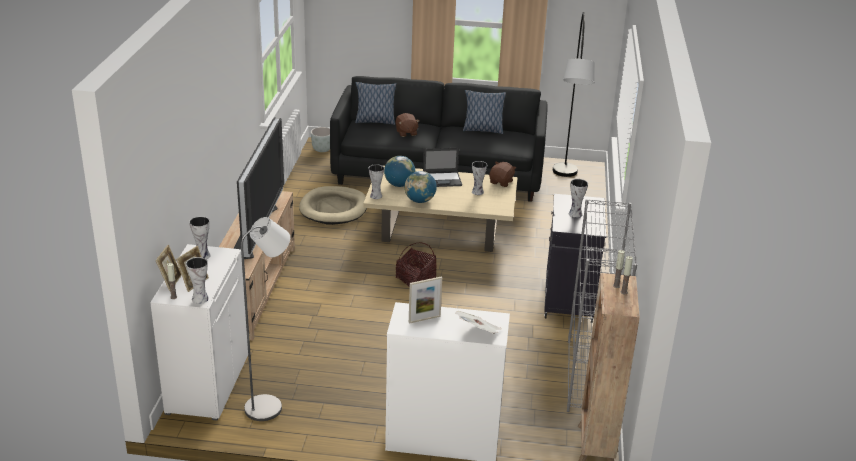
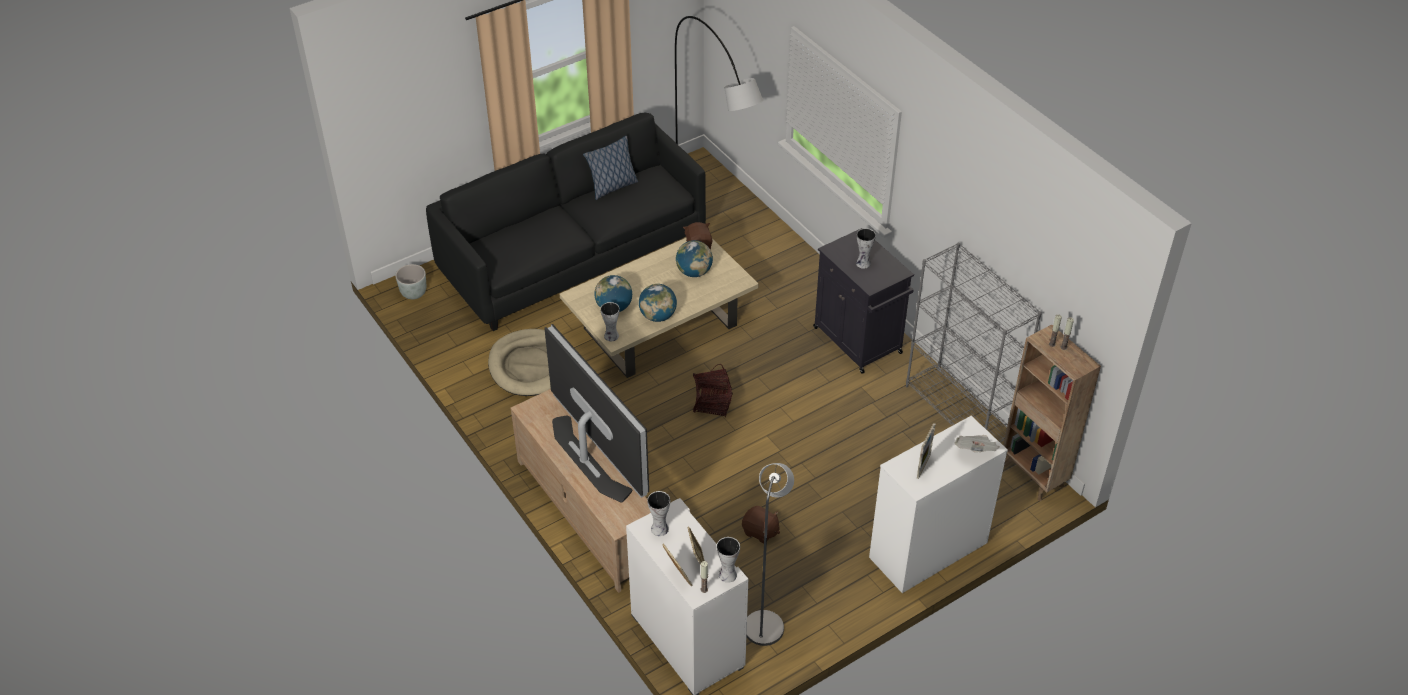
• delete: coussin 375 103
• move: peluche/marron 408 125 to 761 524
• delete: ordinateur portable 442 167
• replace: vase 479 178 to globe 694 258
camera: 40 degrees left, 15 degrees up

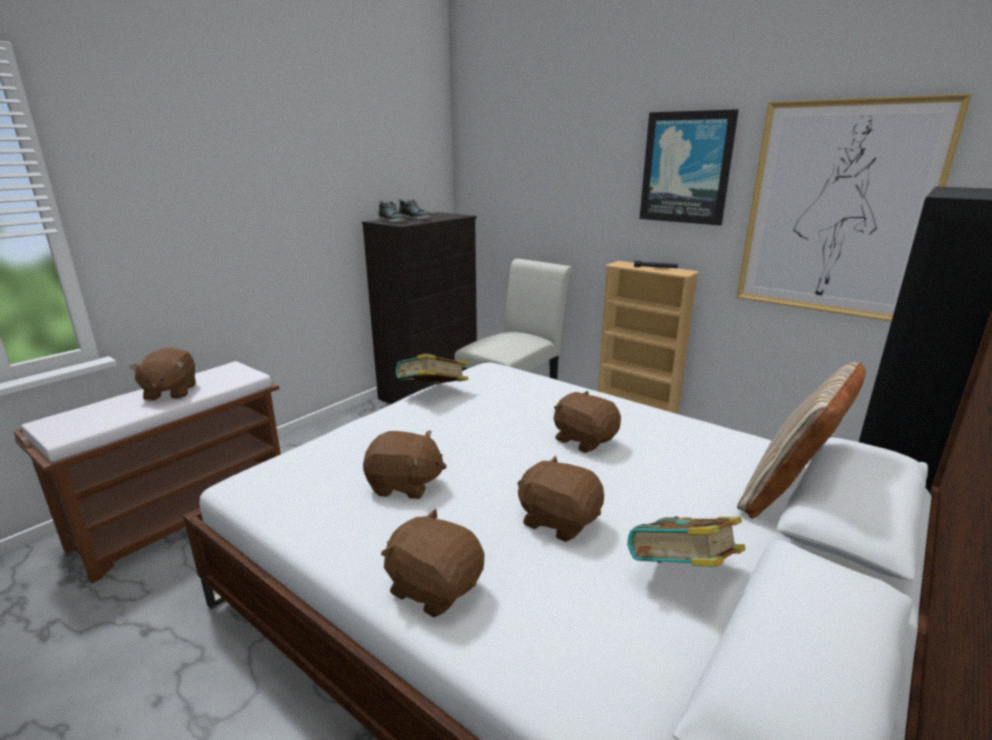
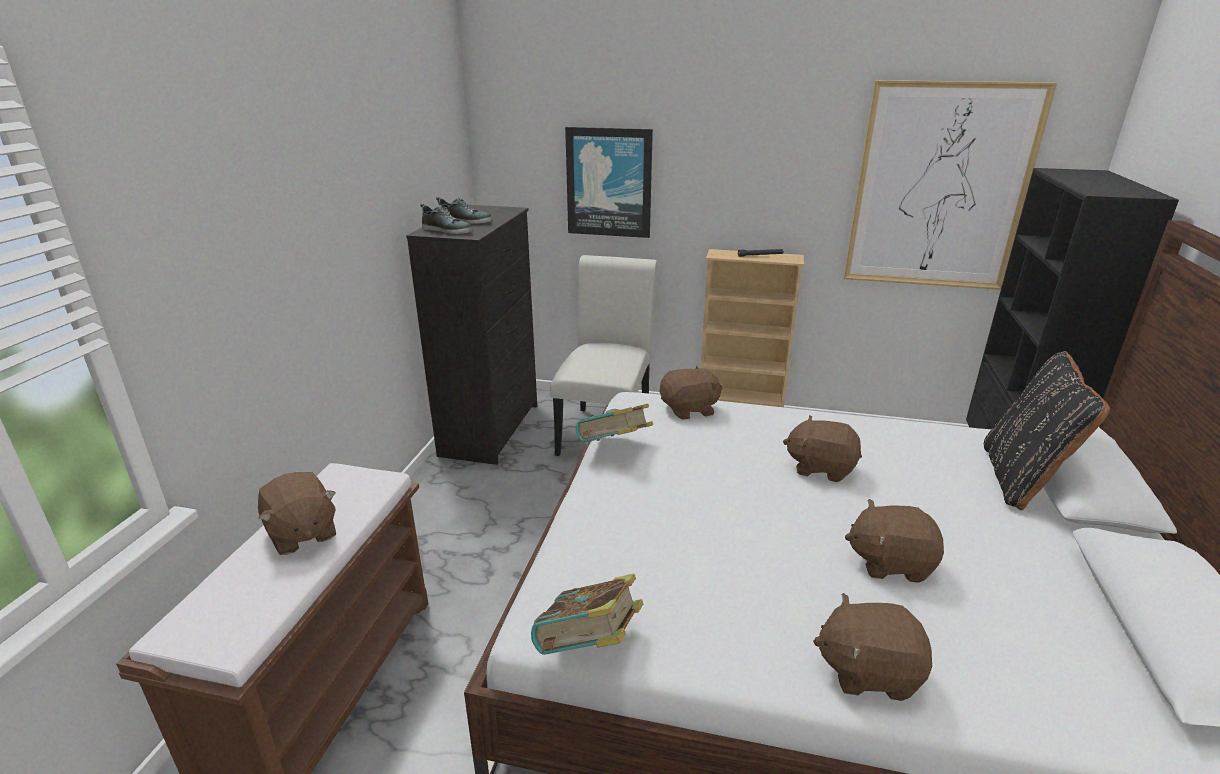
• move: tableau 689 167 to 609 182
• recolor: coussin/beige 801 440 to coussin/noir 1047 430
• move: peluche/marron 405 464 to 691 392
• move: livre 686 541 to 587 614
camera: 25 degrees left, 5 degrees up

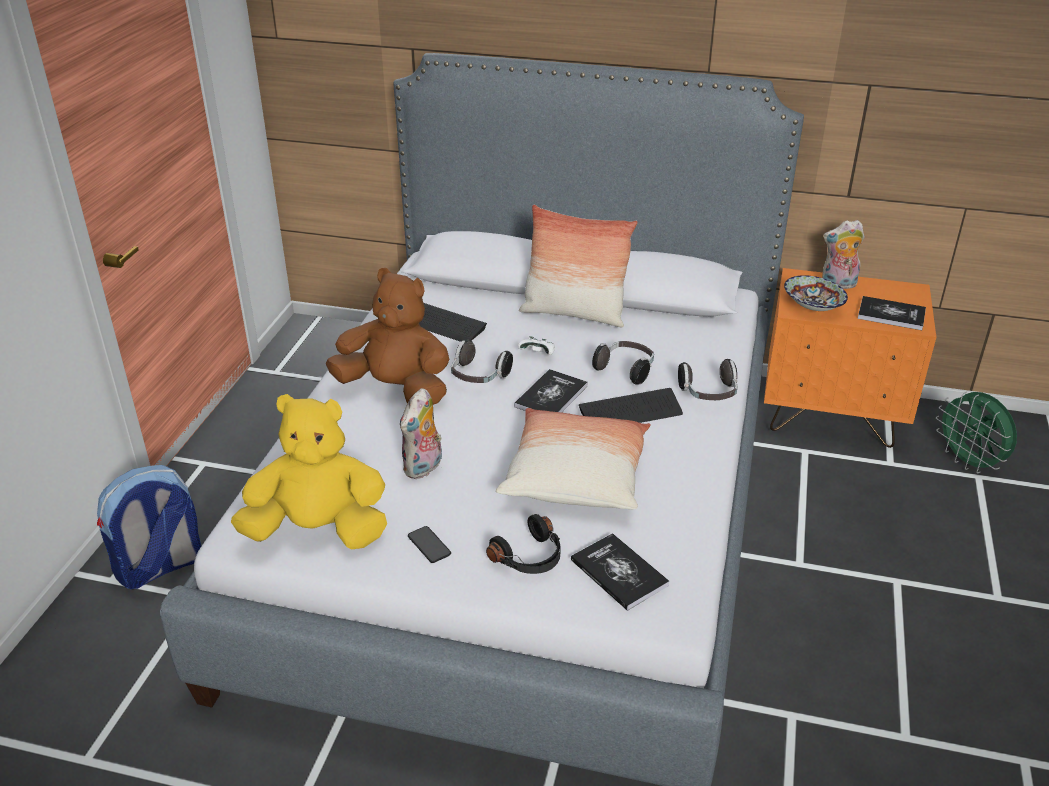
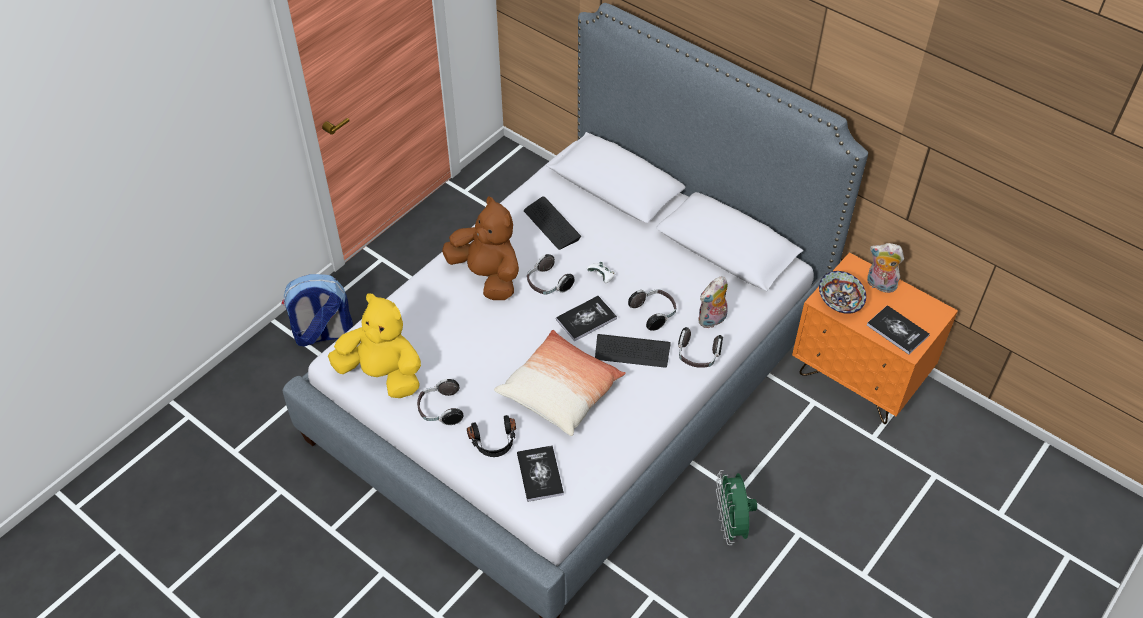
• delete: coussin 578 266
• move: peluche 421 433 to 713 302
• move: ventilateur/vert 976 433 to 736 507
• replace: téléphone 429 544 to casque audio 440 402
camera: 25 degrees right, 15 degrees up

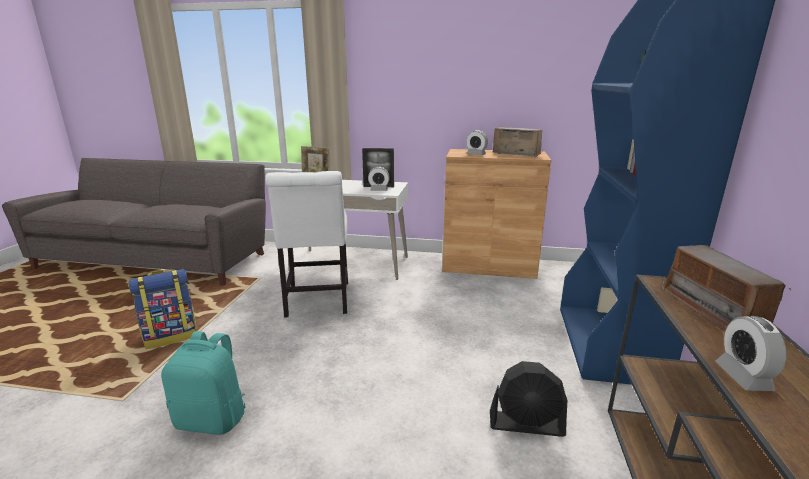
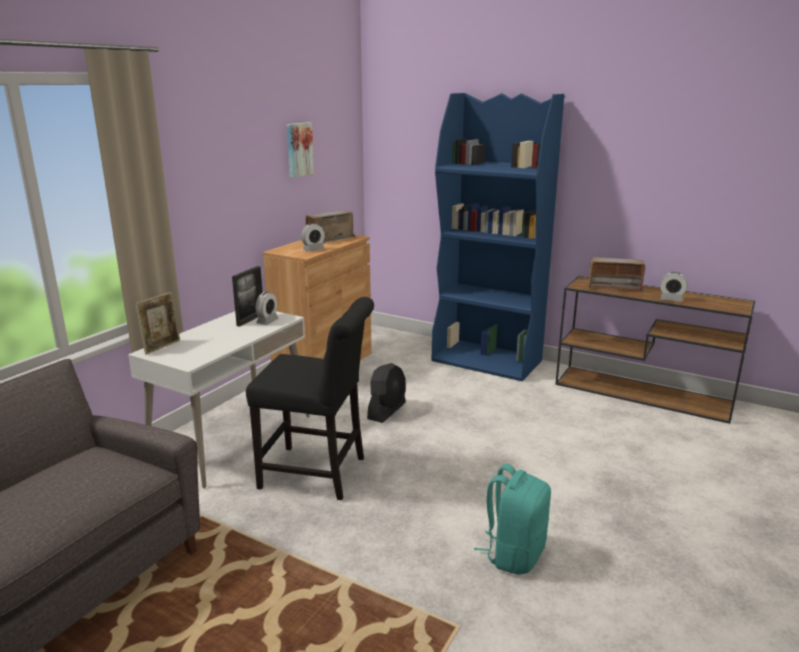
• recolor: chaise/blanc 306 244 to chaise/noir 310 398
• delete: sac à dos 162 309
• move: ventilateur/noir 528 399 to 386 393
• insert: tableau 300 150
camera: 70 degrees left, 0 degrees up

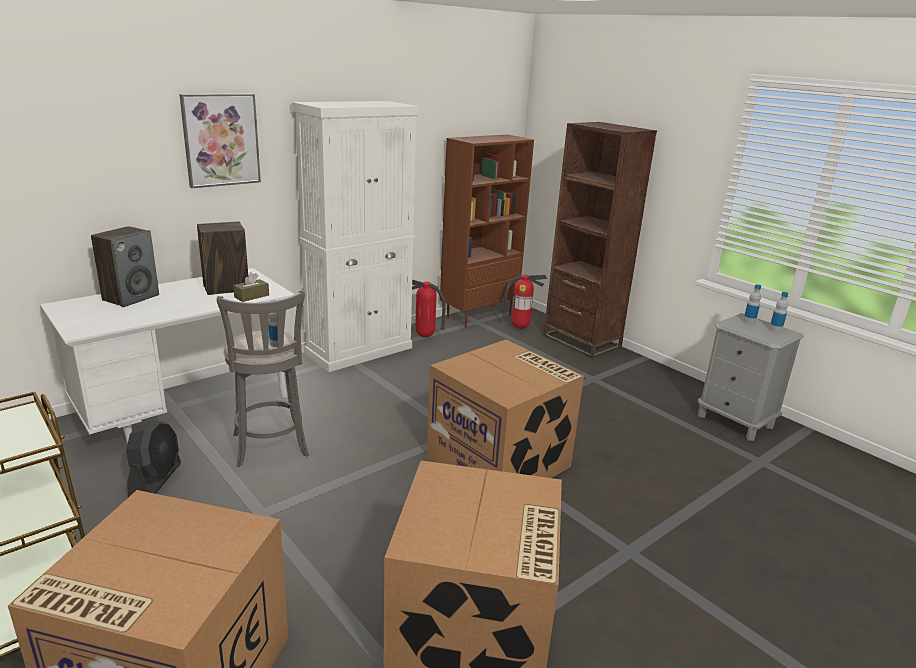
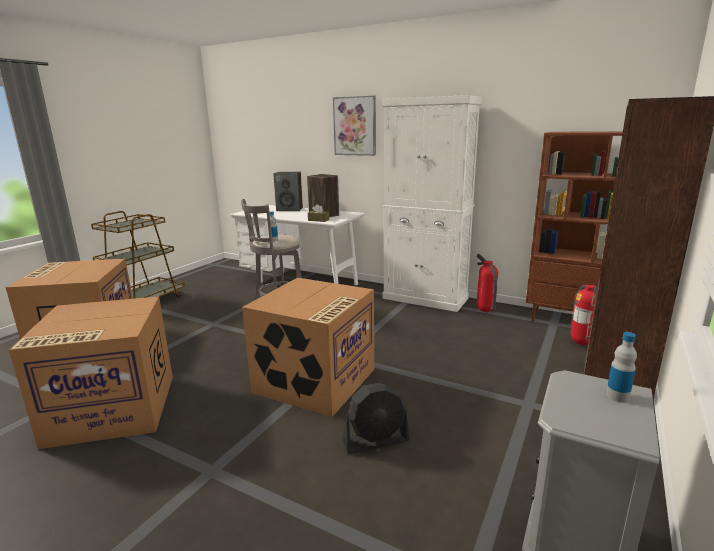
• delete: bouteille 779 312
• move: ventilateur/noir 153 458 to 376 418
camera: 70 degrees right, 5 degrees down

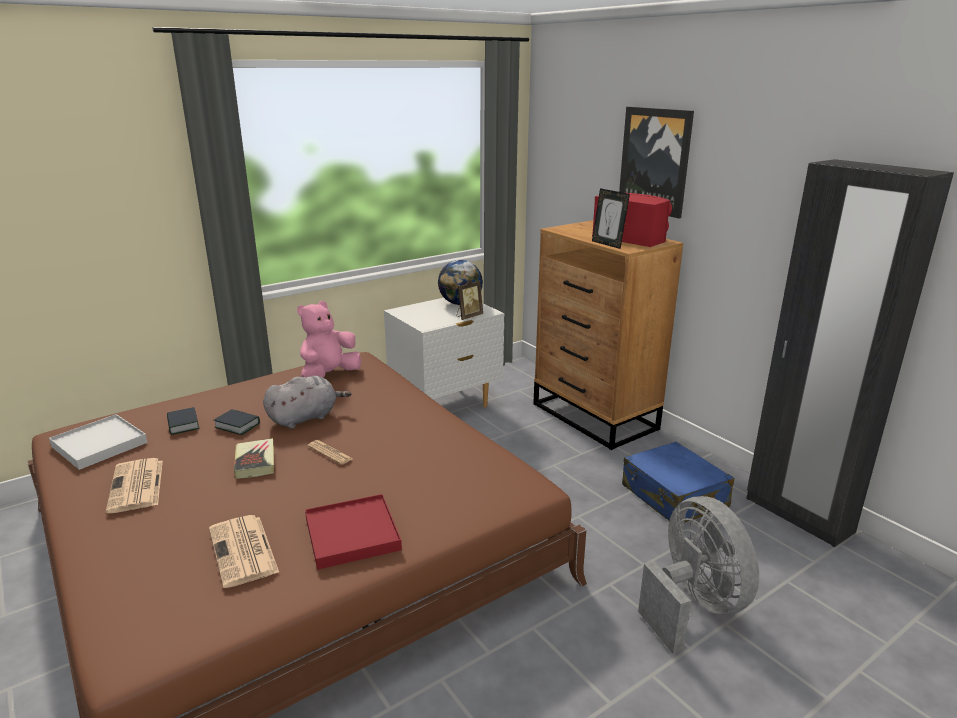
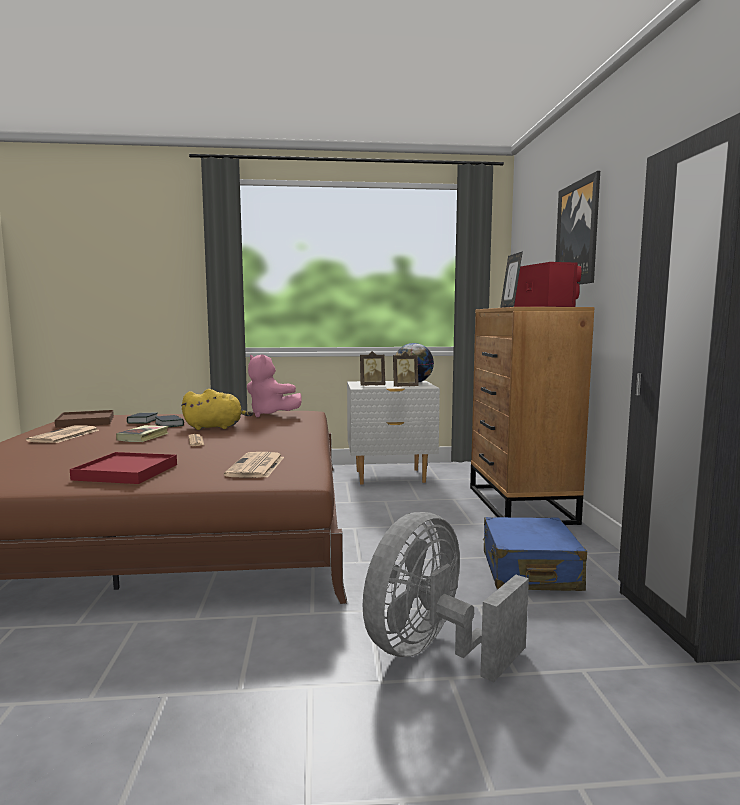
• rotate: peluche/rose 329 339 = 274 385 120 degrees counterclockwise
• recolor: peluche/gris 307 402 to peluche/jaune 217 409
• recolor: plateau/blanc 98 442 to plateau/marron 84 419
• rotate: ventilateur/gris 698 575 = 445 597 150 degrees counterclockwise
• move: journal 244 551 to 254 465
• insert: cadre photo 372 368
camera: 30 degrees right, 15 degrees down

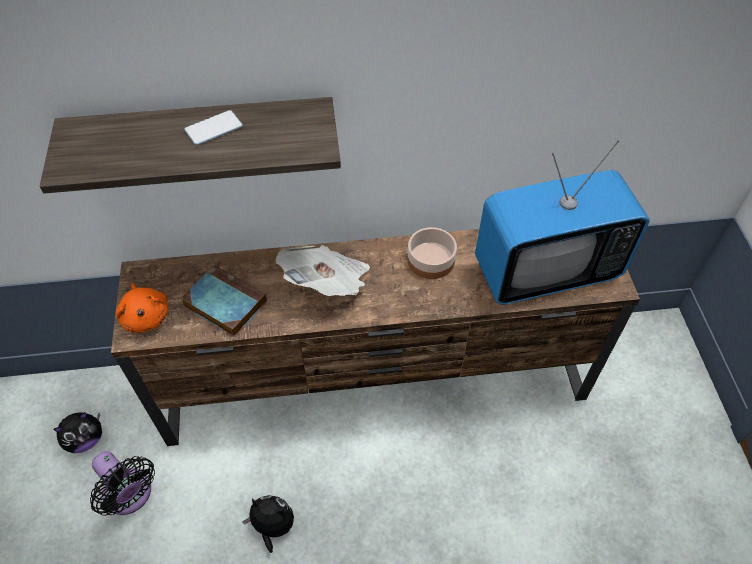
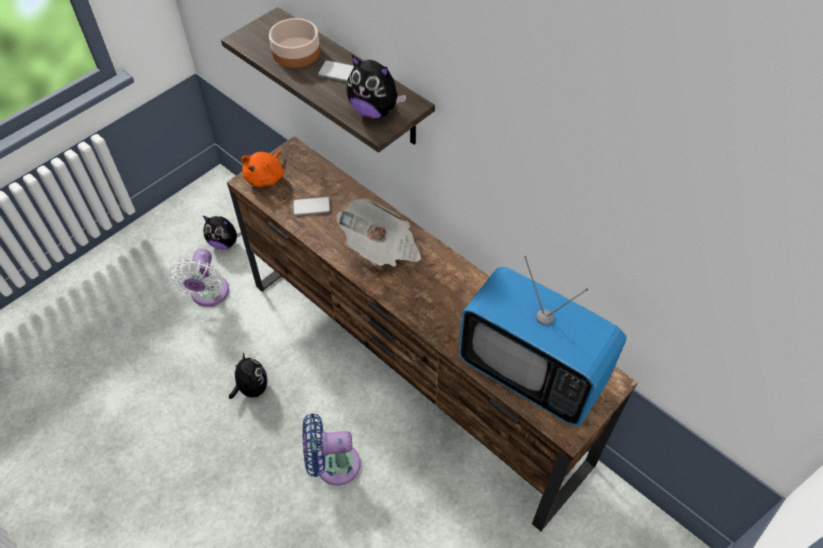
• move: bol 432 253 to 294 43
• replace: livre 224 301 to téléphone 311 206
• recolor: ventilateur/noir 122 483 to ventilateur/blanc 198 278
• insert: peluche 376 86
• insert: ventilateur/bleu 331 449
camera: 50 degrees right, 0 degrees up

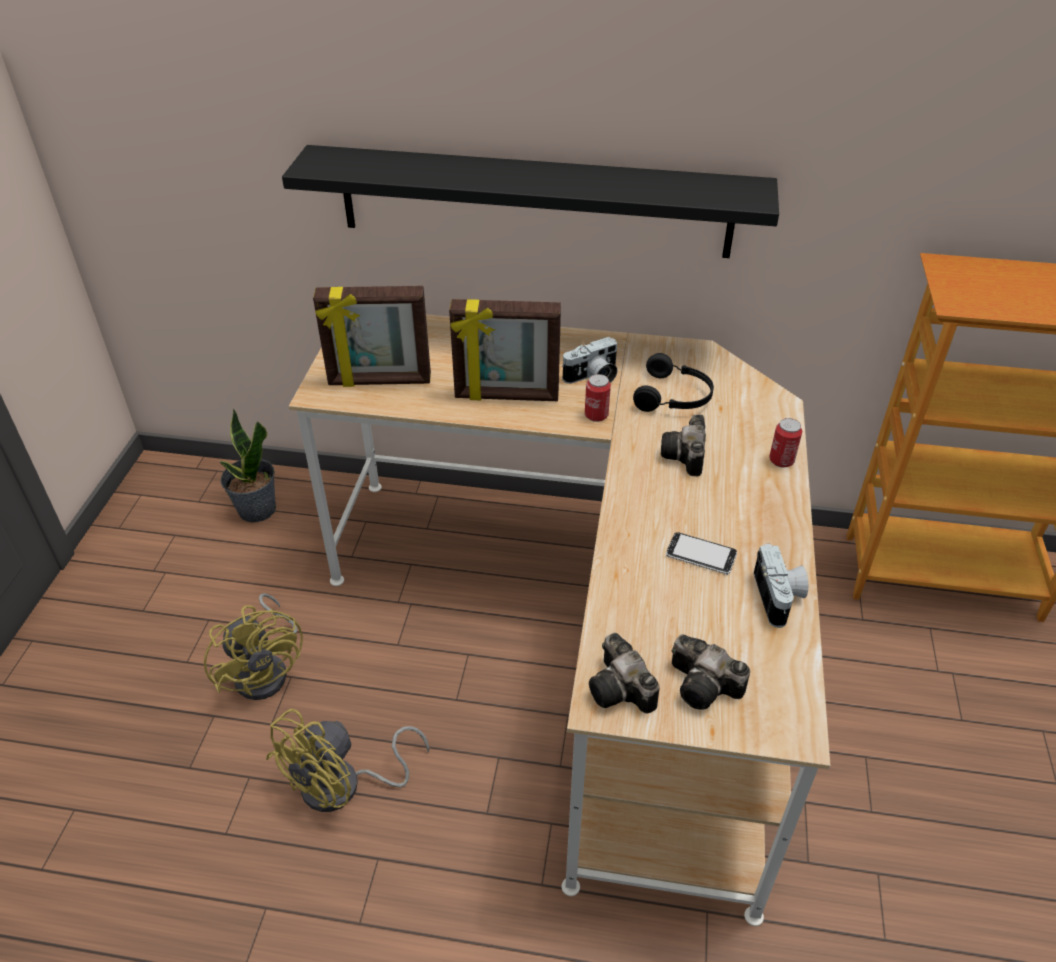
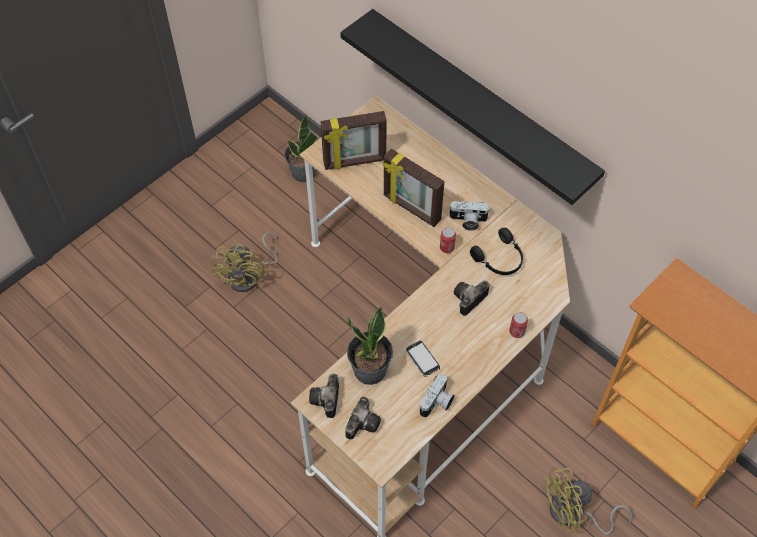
• rotate: cadre photo 372 336 = 353 140 45 degrees counterclockwise
• rotate: appareil photo 711 672 = 363 418 135 degrees counterclockwise
• move: ventilateur/jaune 348 760 to 587 501
• insert: plante en pot 370 346
camera: 35 degrees right, 15 degrees up

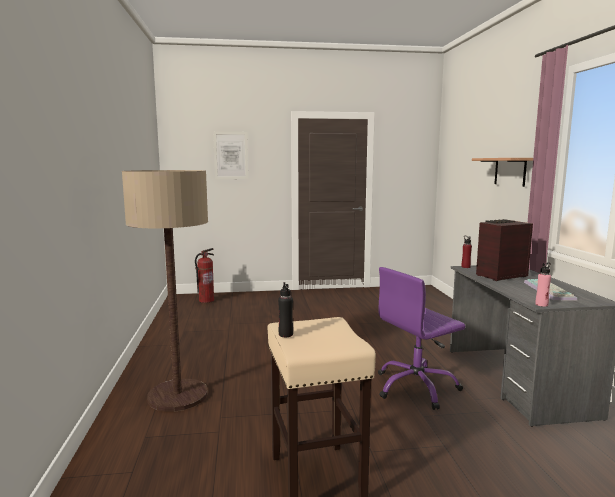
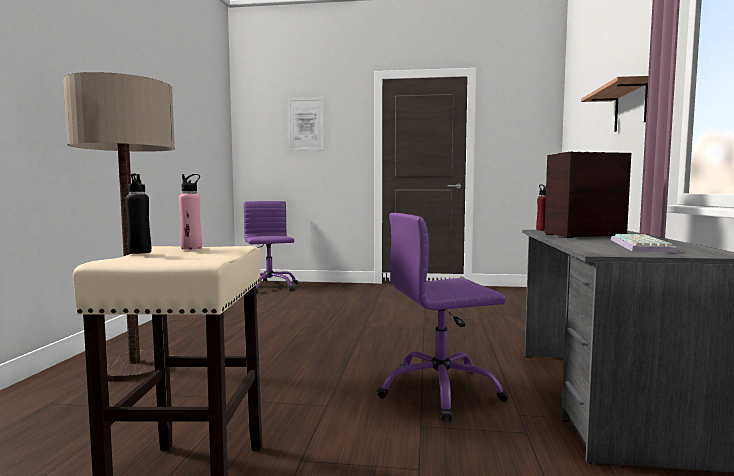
• replace: extincteur 204 275 to chaise de bureau/violet 270 247
• move: bouteille/rose 543 284 to 190 212
camera: 15 degrees right, 5 degrees down

